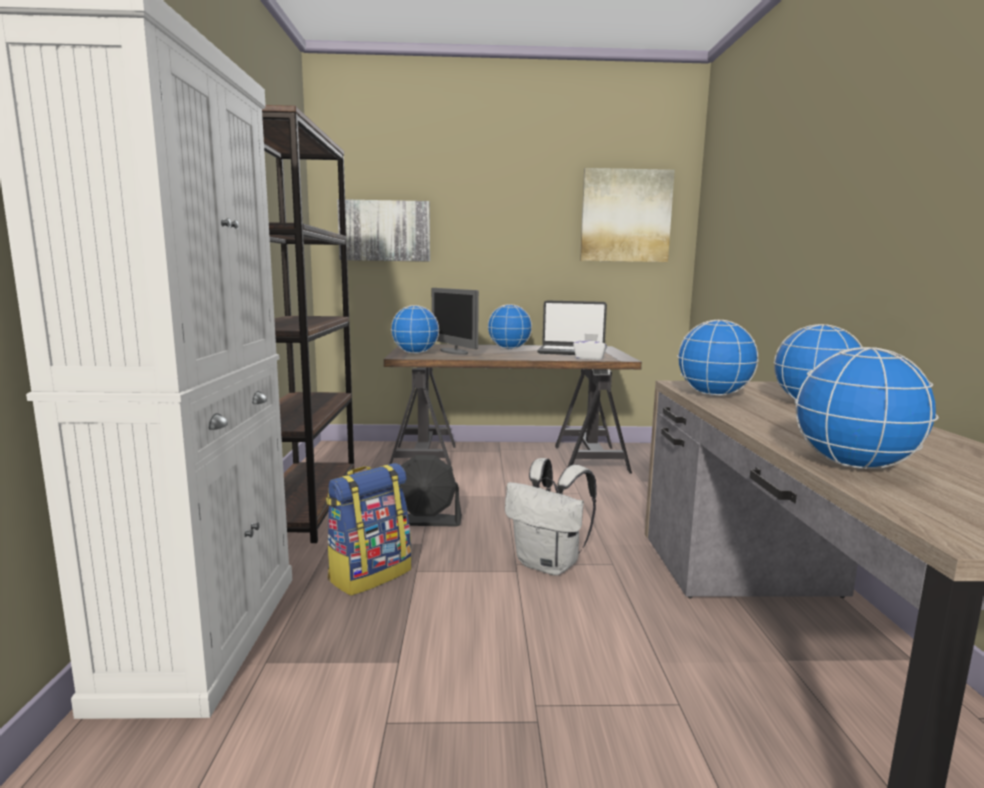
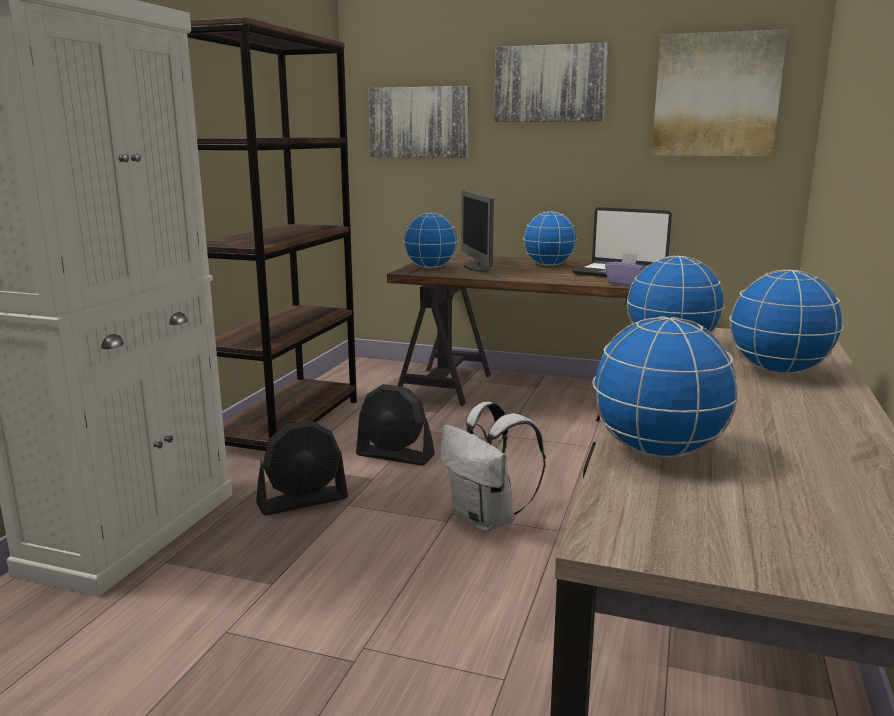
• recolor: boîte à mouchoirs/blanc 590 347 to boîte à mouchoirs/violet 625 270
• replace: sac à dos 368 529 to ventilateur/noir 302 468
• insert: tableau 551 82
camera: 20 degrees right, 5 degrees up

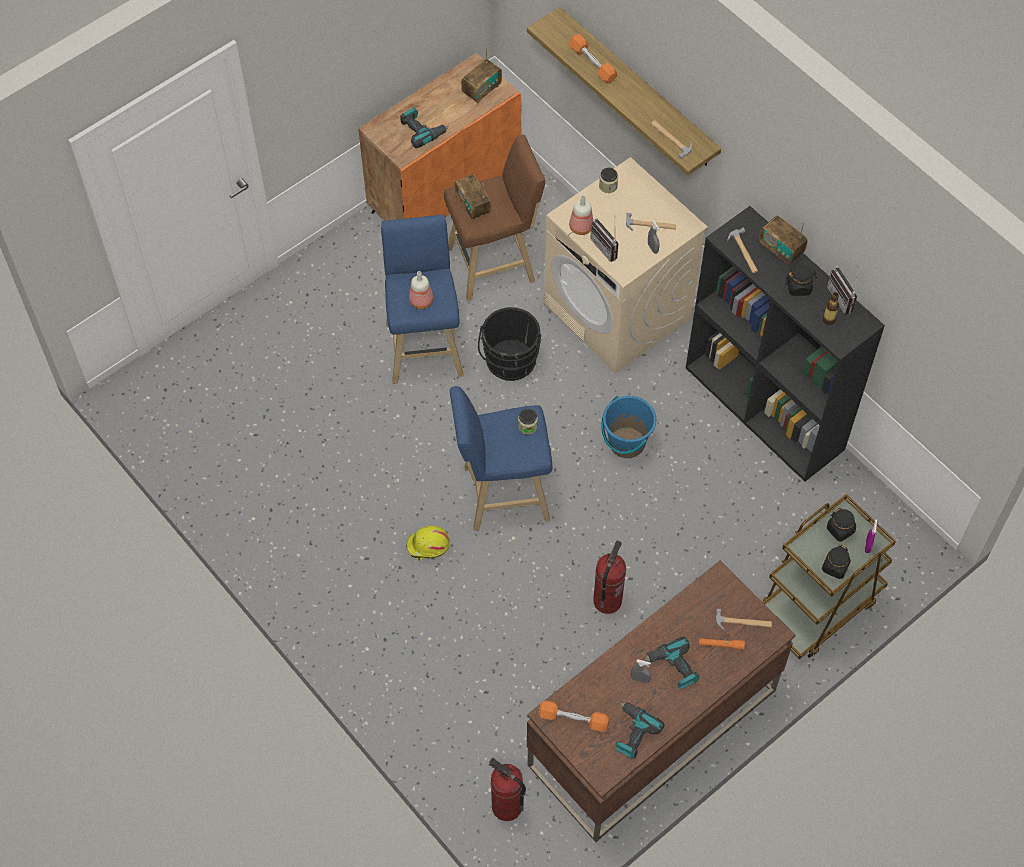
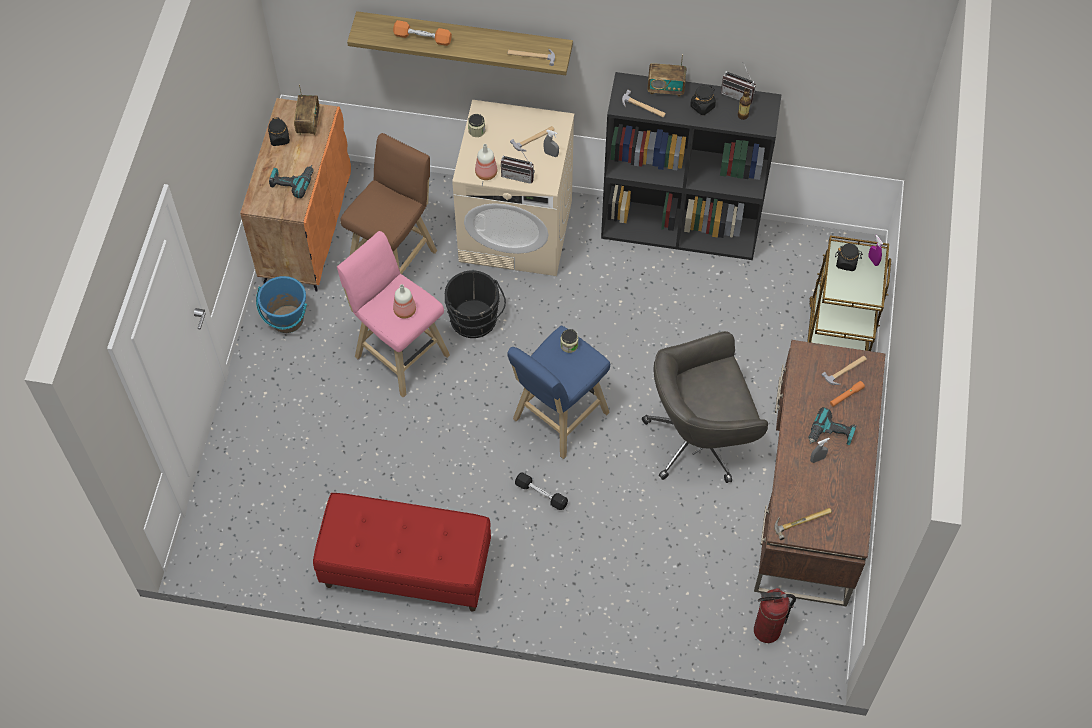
• delete: radio 473 197
• recolor: tabouret/bleu 422 299 to tabouret/rose 393 314
• move: seau/bleu 628 427 to 281 304
• replace: casque de chantier/jaune 428 543 to haltère/noir 541 491
• replace: extincteur 609 577 to chaise de bureau/gris 705 407
• move: bocal/noir 836 562 to 279 131
• replace: haltère/orange 573 716 to marteau 803 524
• delete: perceuse 639 730
• insert: banc/rouge 402 552
camera: 40 degrees left, 0 degrees up

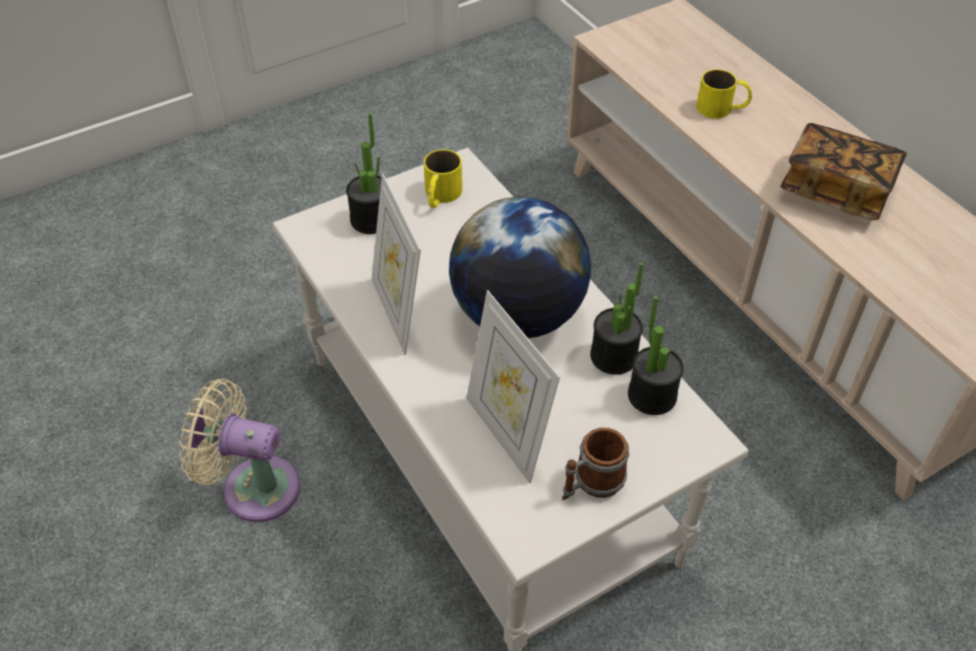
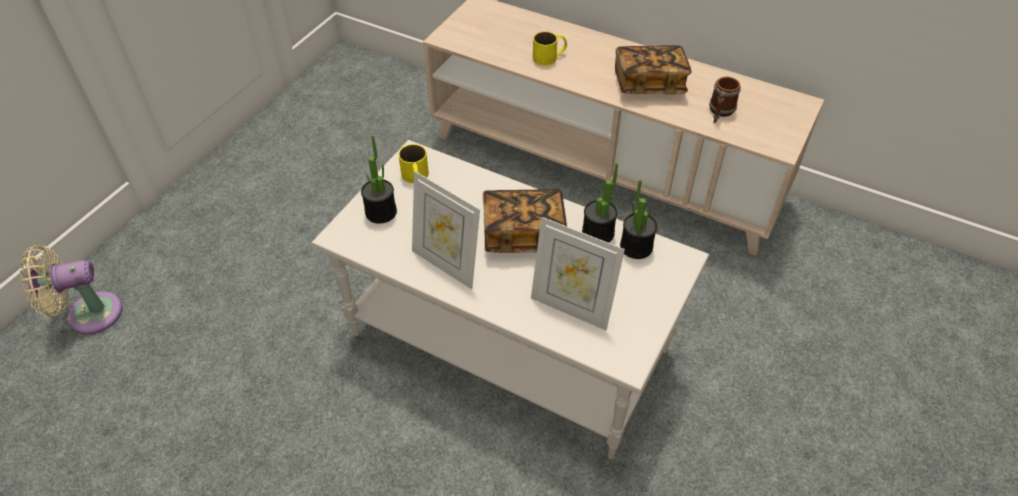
• replace: globe 520 267 to livre 525 221
• move: ventilateur/beige 240 450 to 71 290
• move: mug 595 464 to 725 100
camera: 30 degrees left, 0 degrees up

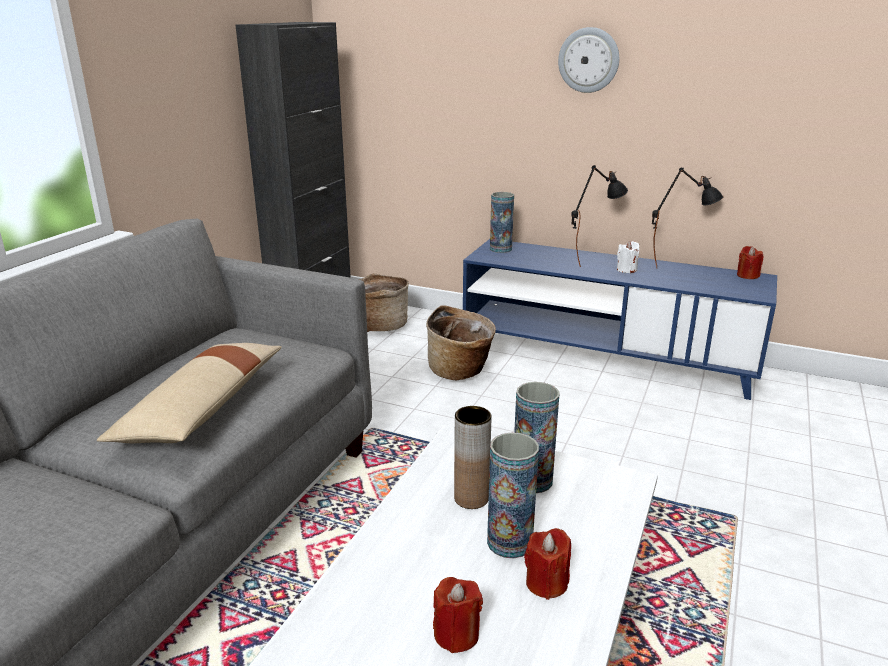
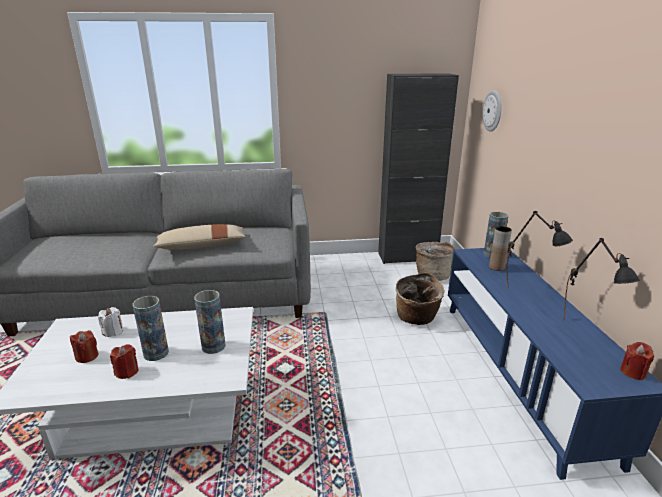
• move: horloge murale 588 60 to 492 111
• move: bougie/blanc 628 257 to 110 322
• move: vase/marron 473 457 to 500 248
camera: 60 degrees right, 0 degrees up

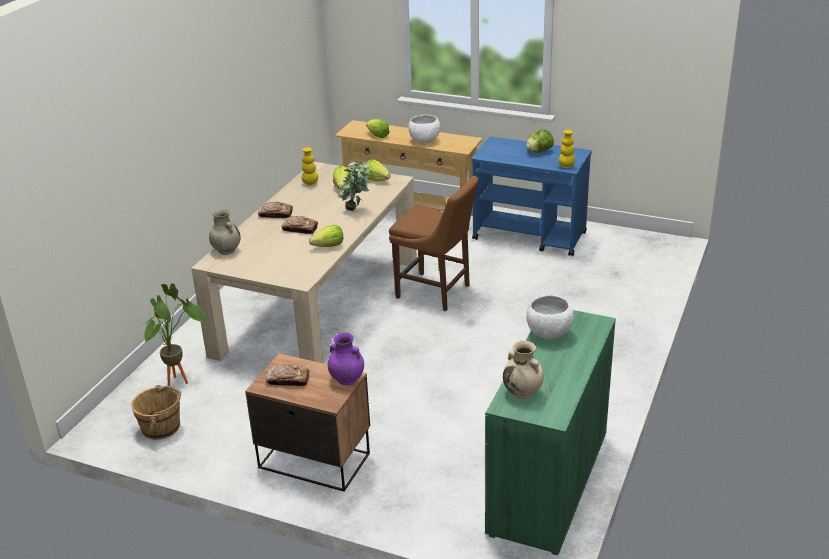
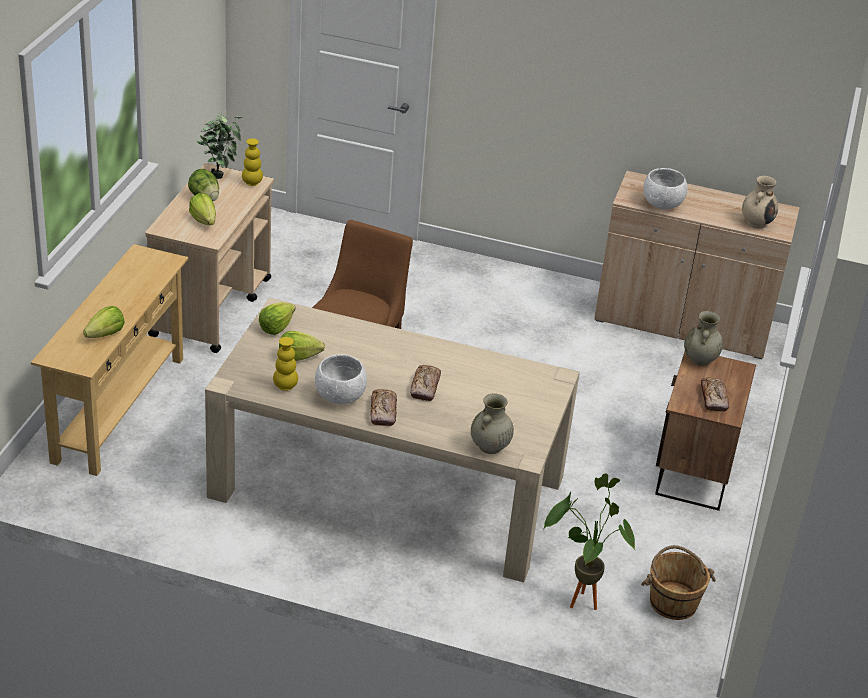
• move: bol/blanc 425 129 to 341 379
• recolor: chariot/bleu 531 196 to chariot/beige 209 258
• move: plante en pot 355 186 to 219 146
• move: laitue 326 236 to 202 209
• recolor: meuble de rangement/vert 550 433 to meuble de rangement/beige 697 265
• recolor: vase/violet 346 359 to vase/beige 703 338
camera: 100 degrees left, 5 degrees up

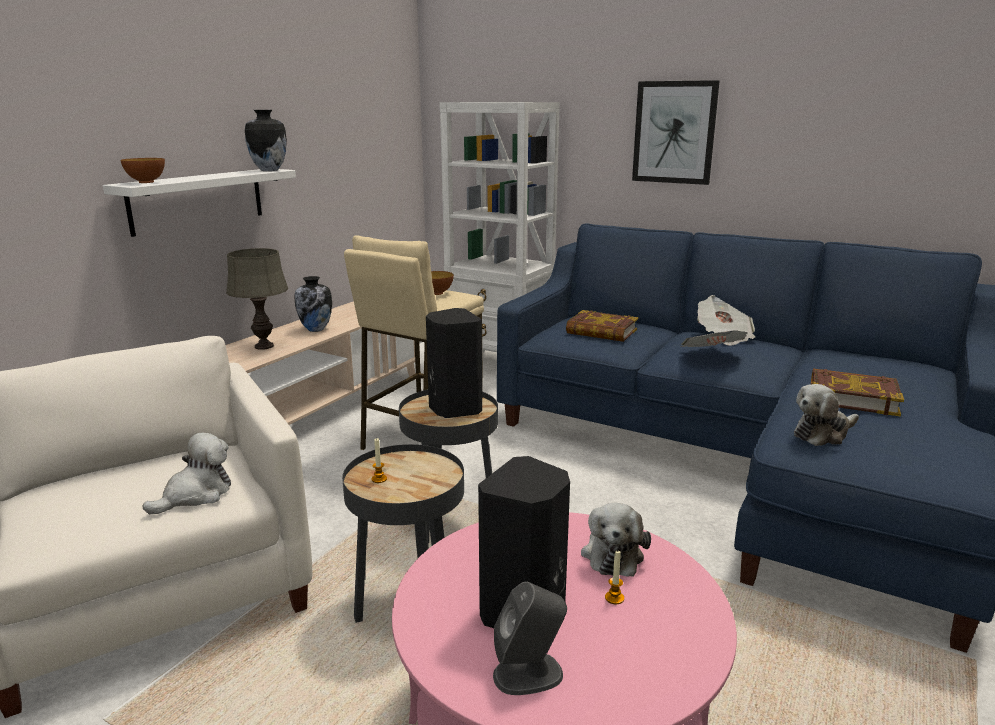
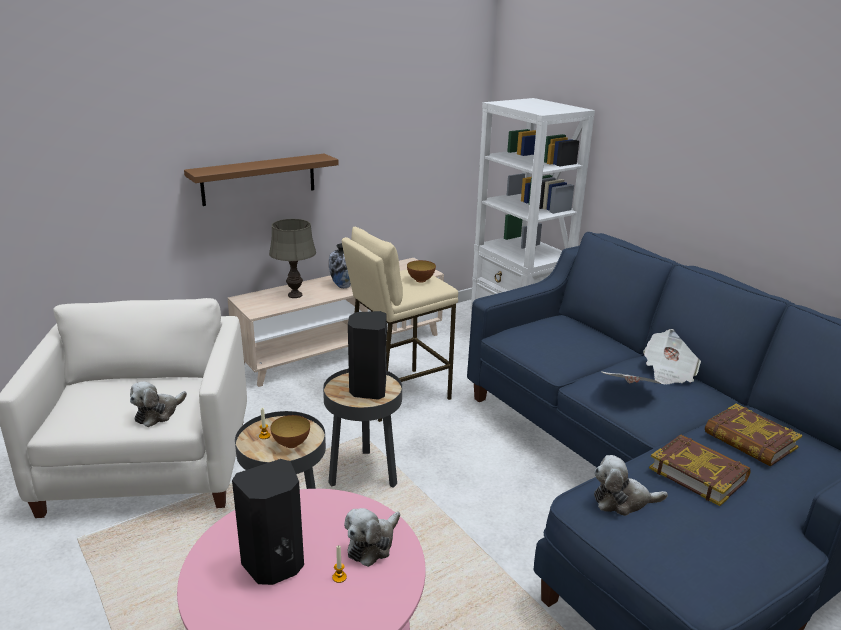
• delete: tableau 676 132
• delete: vase 266 140
• move: bol 143 170 to 290 431
• recolor: étagère/blanc 199 203 to étagère/marron 261 180
• move: livre 602 326 to 754 435
• rotate: peluche 187 473 = 158 404 150 degrees clockwise
• delete: enceinte/gris 530 638
camera: 25 degrees right, 5 degrees up

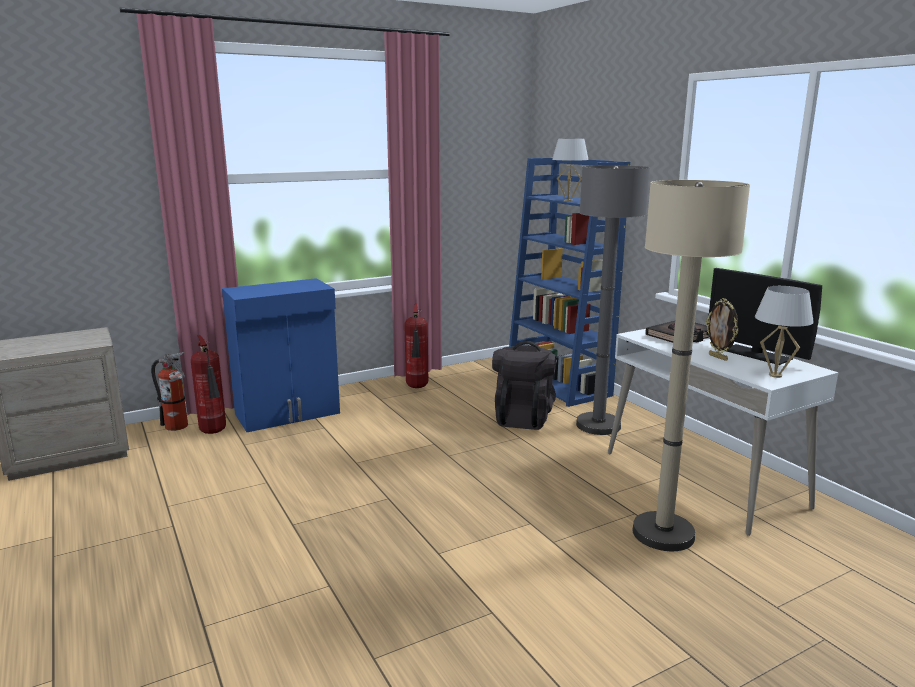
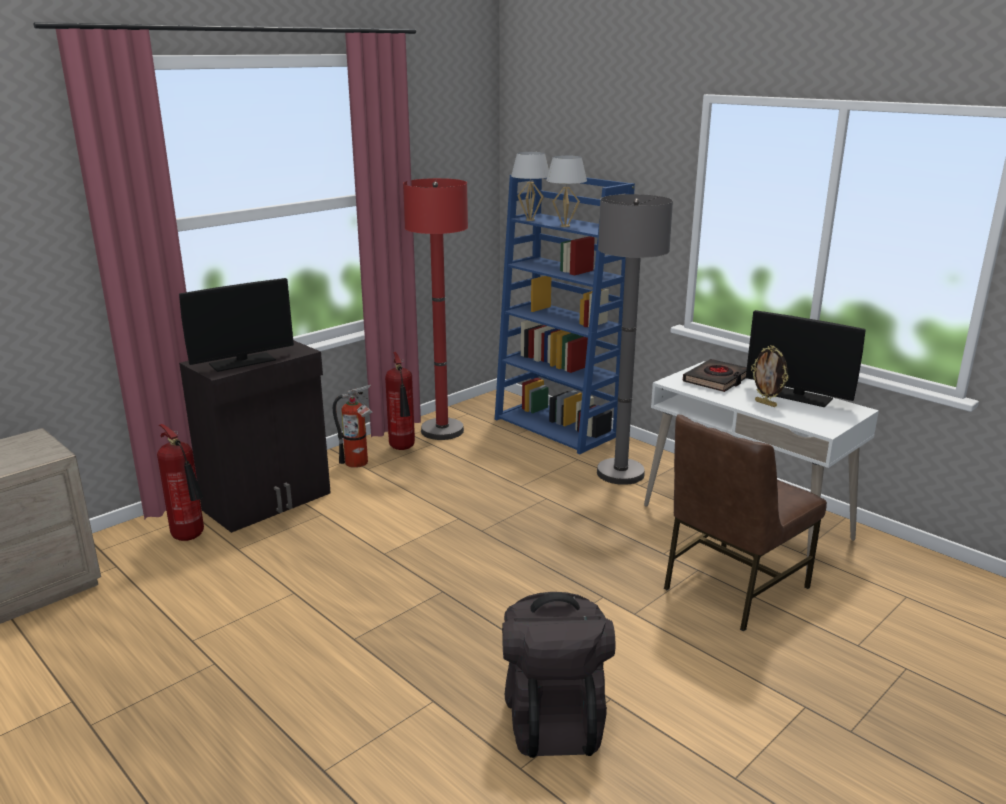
• replace: lampadaire/beige 691 365 to chaise/marron 745 523
• recolor: meuble de rangement/bleu 281 355 to meuble de rangement/noir 255 436
• move: lampe de table/blanc 784 332 to 530 186
• move: sac à dos/noir 524 385 to 558 675
• move: extincteur 169 391 to 353 426
• insert: lampadaire/rouge 435 309
• insert: écran d'ordinateur 236 325
camera: 15 degrees left, 5 degrees up

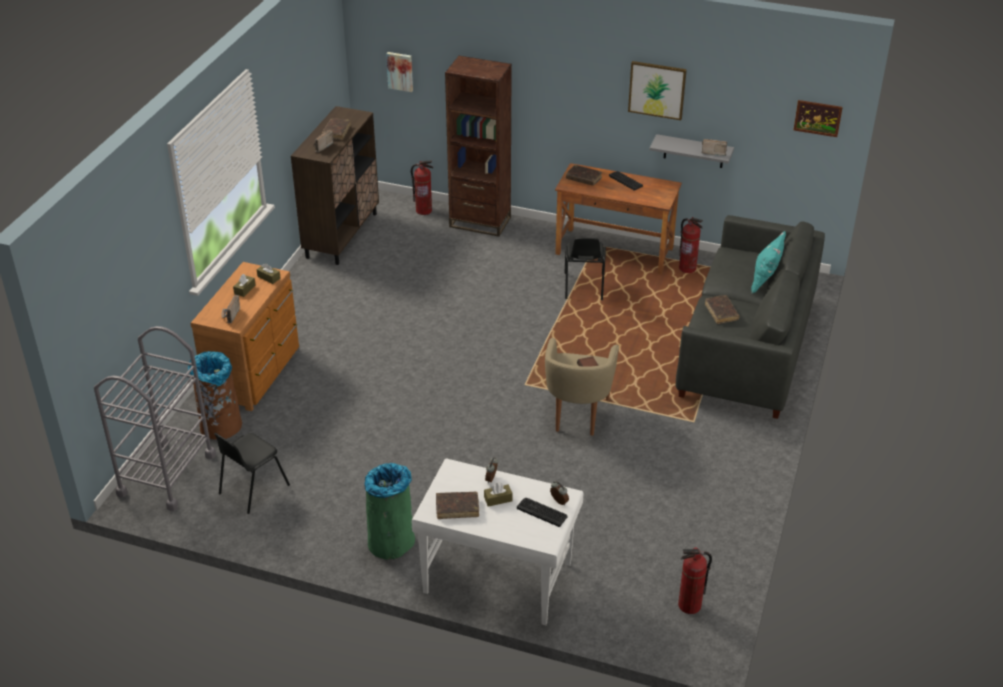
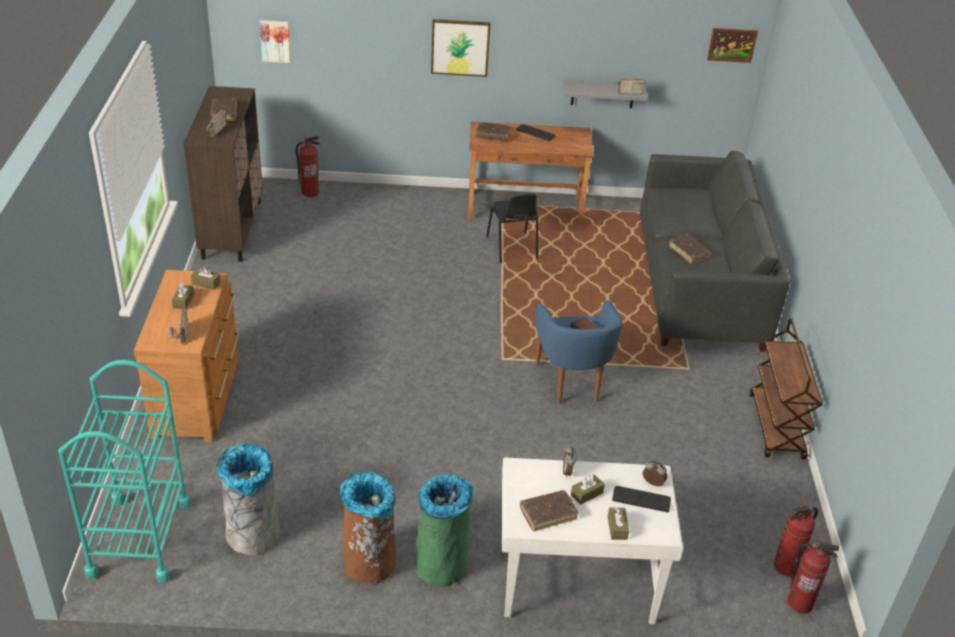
• delete: bibliothèque/marron 478 146
• move: tableau 657 90 to 461 48
• move: extincteur 691 245 to 813 577
• delete: coussin/turquoise 768 262
• recolor: chariot/gris 155 418 to chariot/turquoise 124 471
• recolor: fauteuil/beige 582 387 to fauteuil/bleu 579 352
• move: poubelle/marron 215 395 to 367 527
• replace: chaise/noir 252 473 to poubelle/gris 248 499
• insert: chariot/marron 786 388
• insert: boîte à mouchoirs/marron 618 524
camera: 20 degrees left, 0 degrees up

